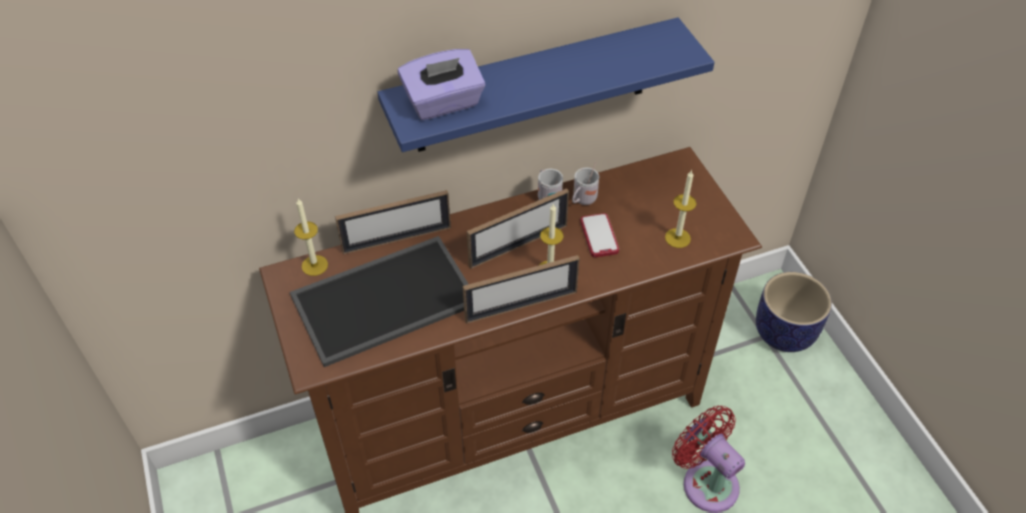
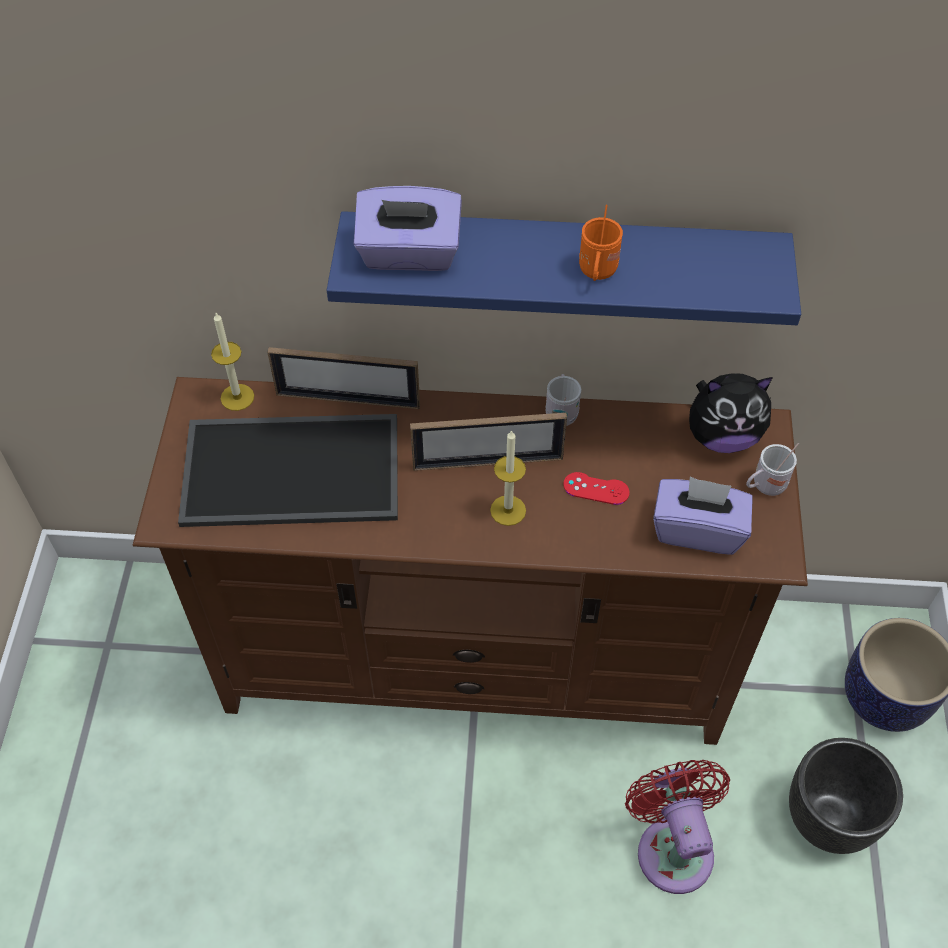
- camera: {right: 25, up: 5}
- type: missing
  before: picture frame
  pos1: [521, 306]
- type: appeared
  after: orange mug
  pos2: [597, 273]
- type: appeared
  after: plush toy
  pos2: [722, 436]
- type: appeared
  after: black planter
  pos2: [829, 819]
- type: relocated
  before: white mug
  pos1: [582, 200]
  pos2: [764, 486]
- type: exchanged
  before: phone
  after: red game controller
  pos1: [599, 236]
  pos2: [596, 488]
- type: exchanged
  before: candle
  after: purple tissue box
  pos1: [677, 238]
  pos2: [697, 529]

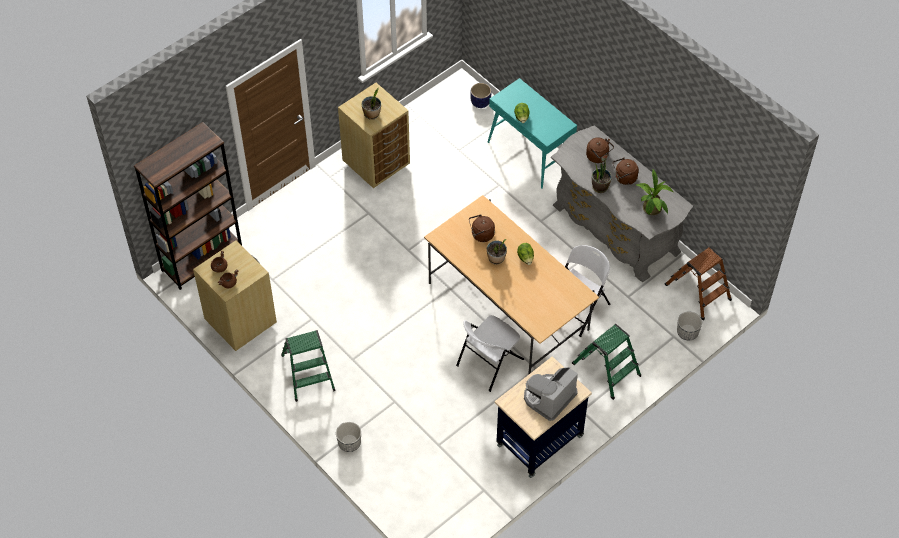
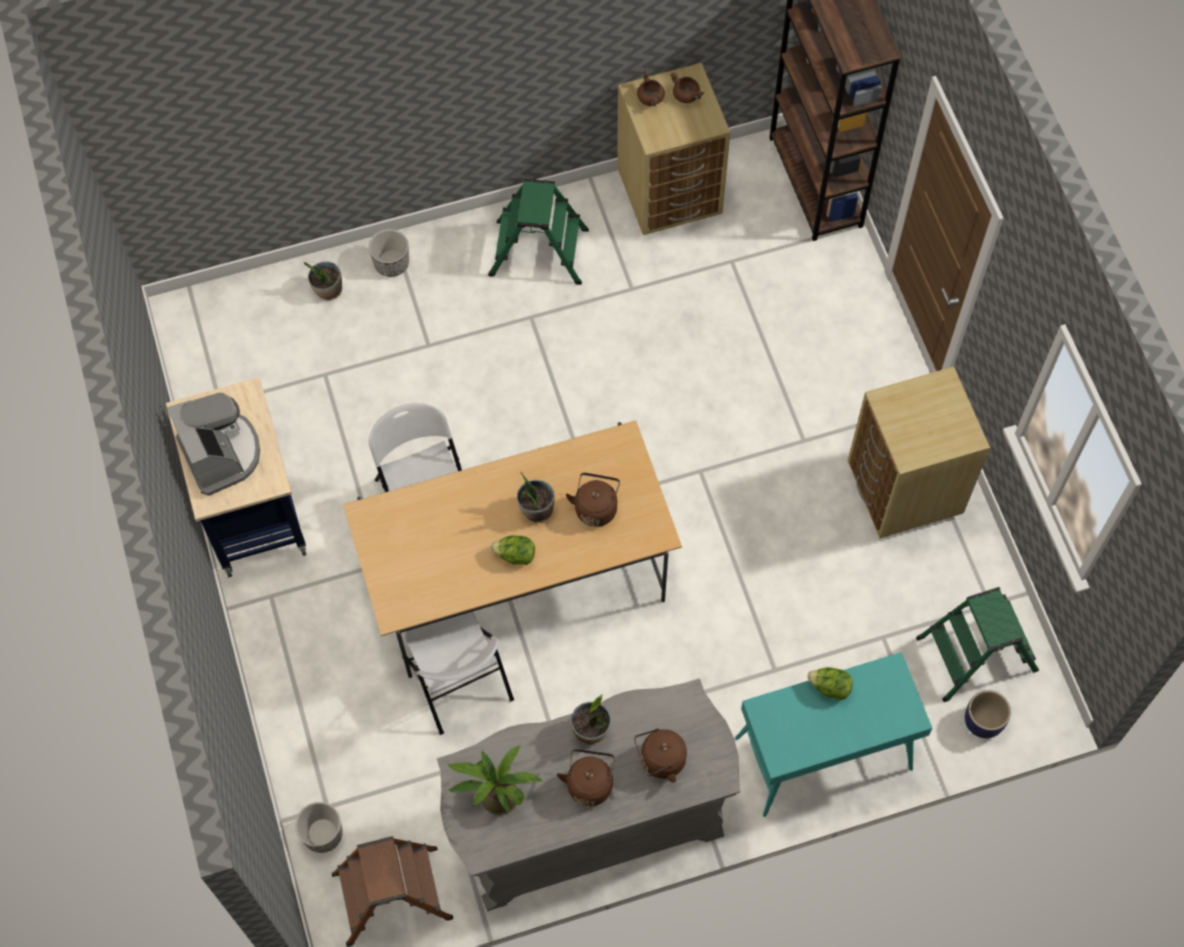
- camera: {right: 115, up: 10}
- type: relocated
  before: potted plant
  pos1: [372, 114]
  pos2: [328, 290]
- type: relocated
  before: green step ladder
  pos1: [606, 369]
  pos2: [977, 654]

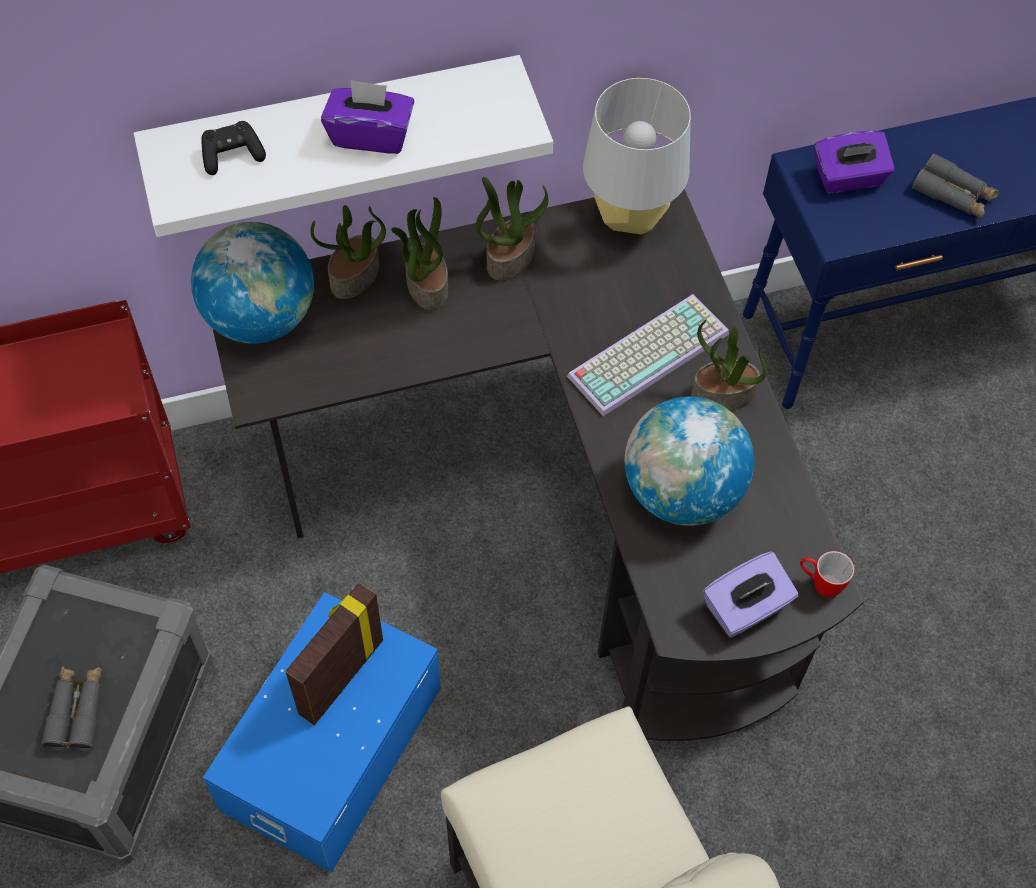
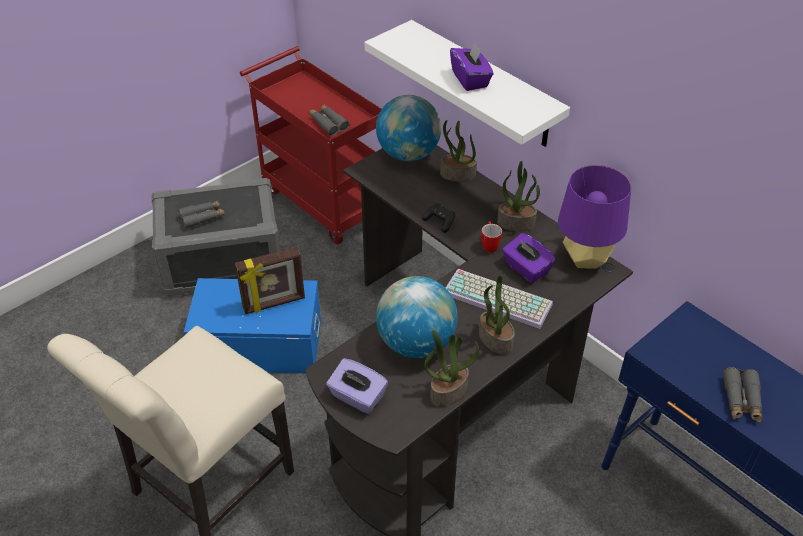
- camera: {right: 65, up: -15}
- type: appeared
  after: grey binoculars
  pos2: [328, 123]
- type: relocated
  before: black game controller
  pos1: [232, 155]
  pos2: [440, 222]
- type: relocated
  before: potted plant
  pos1: [426, 285]
  pos2: [448, 391]
- type: relocated
  before: mug
  pos1: [820, 583]
  pos2: [489, 245]
- type: relocated
  before: purple tissue box
  pos1: [848, 178]
  pos2: [526, 269]
- type: colour
  before: grey table lamp
  after: purple table lamp
  pos1: [630, 216]
  pos2: [585, 259]
- type: spun
  before: picture frame
  pos1: [339, 676]
  pos2: [274, 304]
  turn: 150

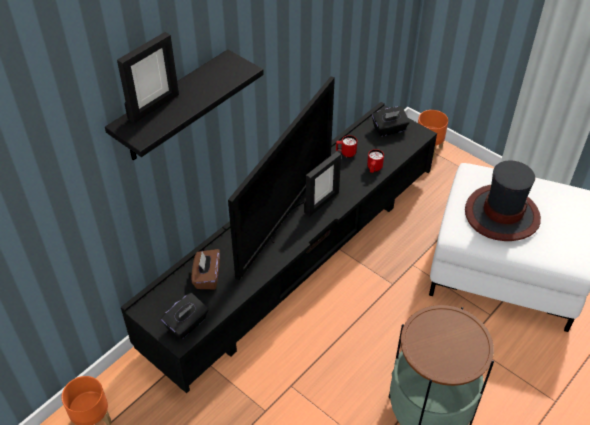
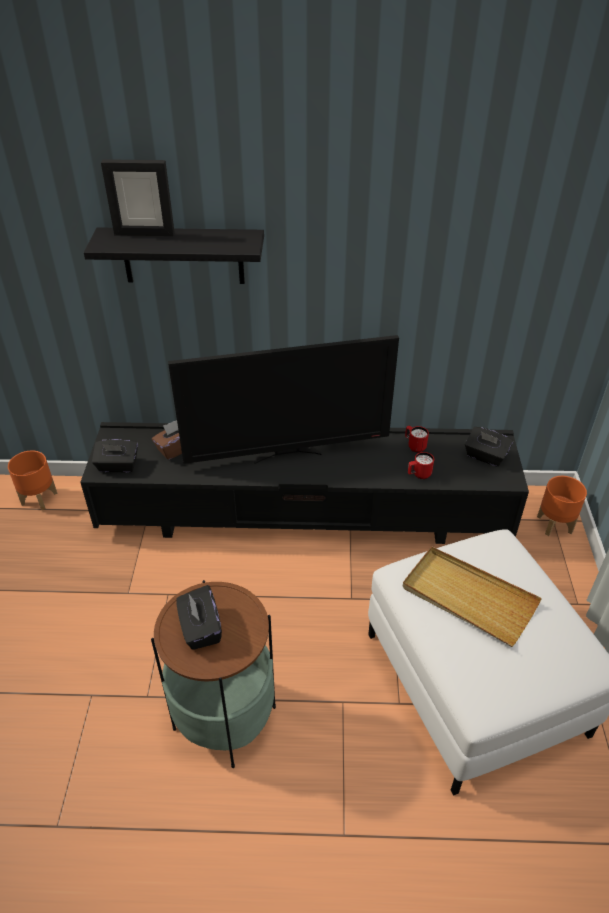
- camera: {right: 50, up: -5}
- type: missing
  before: picture frame
  pos1: [321, 202]
- type: appeared
  after: black tissue box
  pos2: [200, 629]
- type: exchanged
  before: hat
  after: beige tray
  pos1: [501, 215]
  pos2: [468, 598]

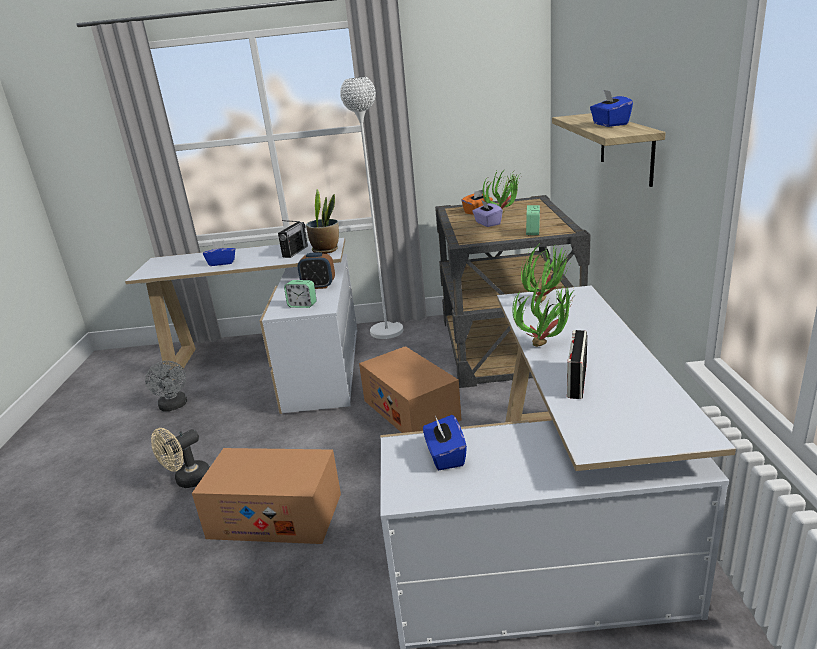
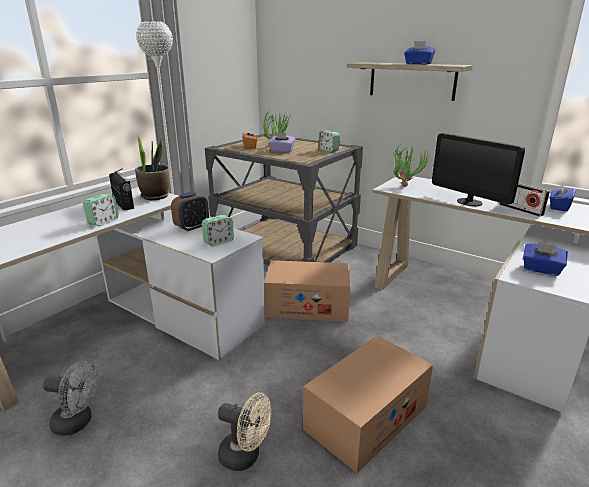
- camera: {right: -55, up: 0}
- type: appeared
  after: alarm clock
  pos2: [103, 222]
- type: relocated
  before: blue tissue box
  pos1: [222, 263]
  pos2: [559, 207]
- type: exchanged
  before: potted plant
  after: monitor
  pos1: [547, 347]
  pos2: [469, 202]
- type: spun
  before: beige fan
  pos1: [188, 481]
  pos2: [245, 456]
  turn: -60

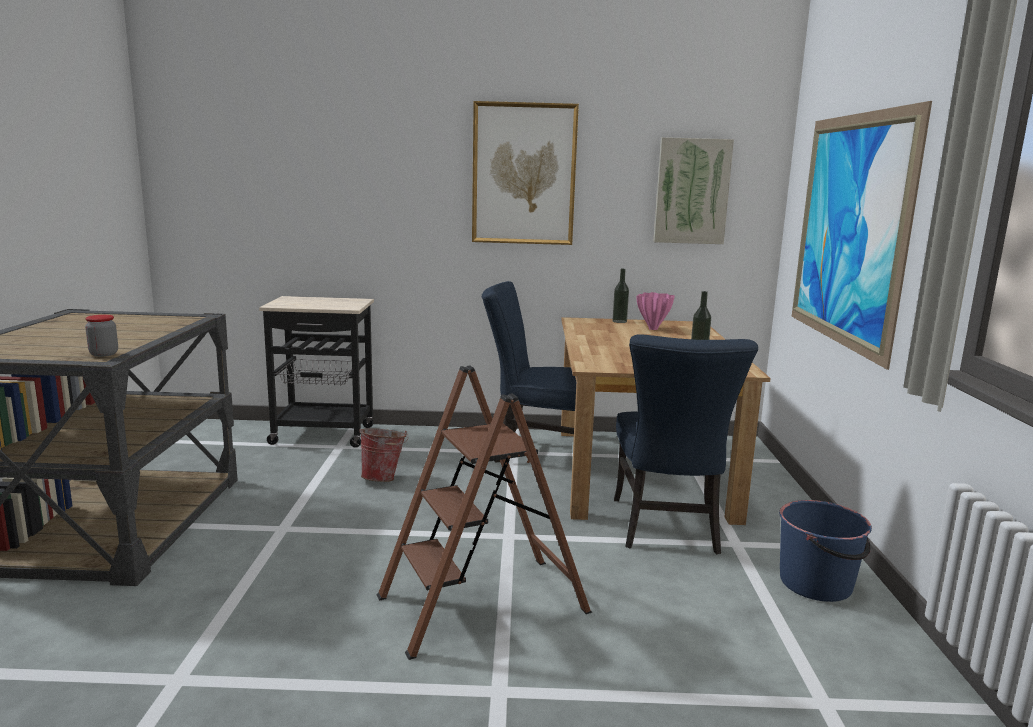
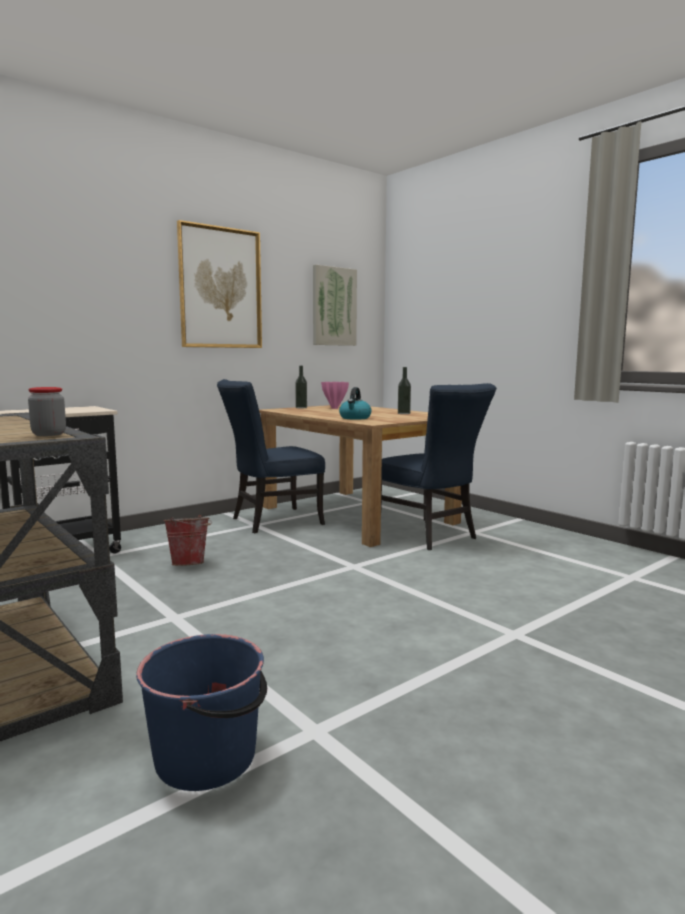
- camera: {right: -40, up: -5}
- type: missing
  before: brown step ladder
  pos1: [485, 603]
- type: missing
  before: picture
  pos1: [848, 230]
- type: appeared
  after: kettle
  pos2: [355, 418]
- type: relocated
  before: blue bucket
  pos1: [817, 584]
  pos2: [207, 757]

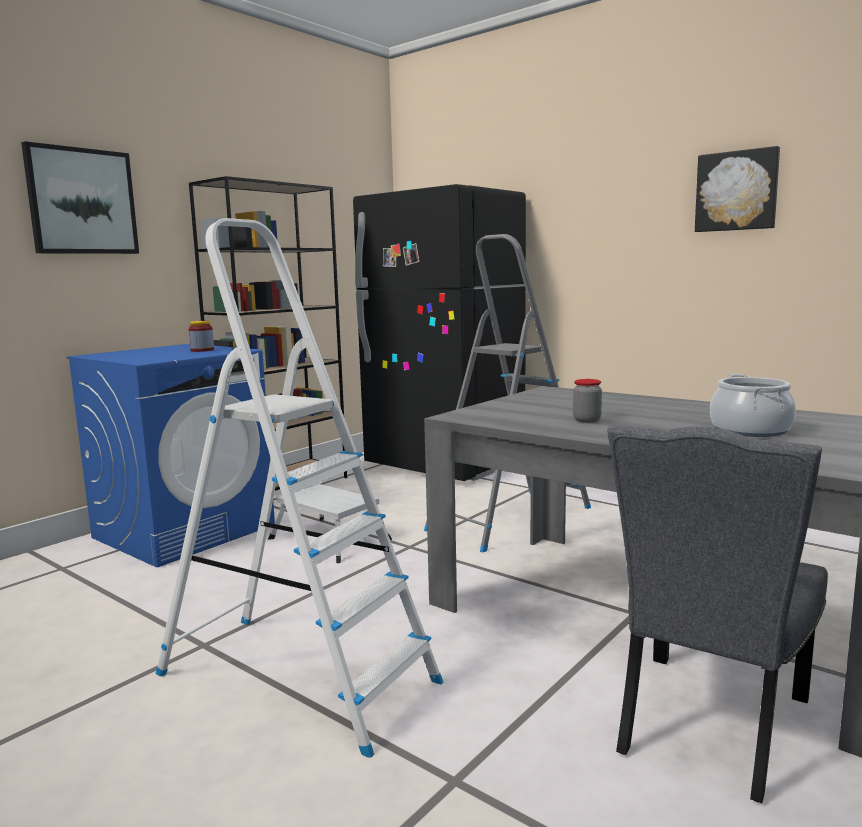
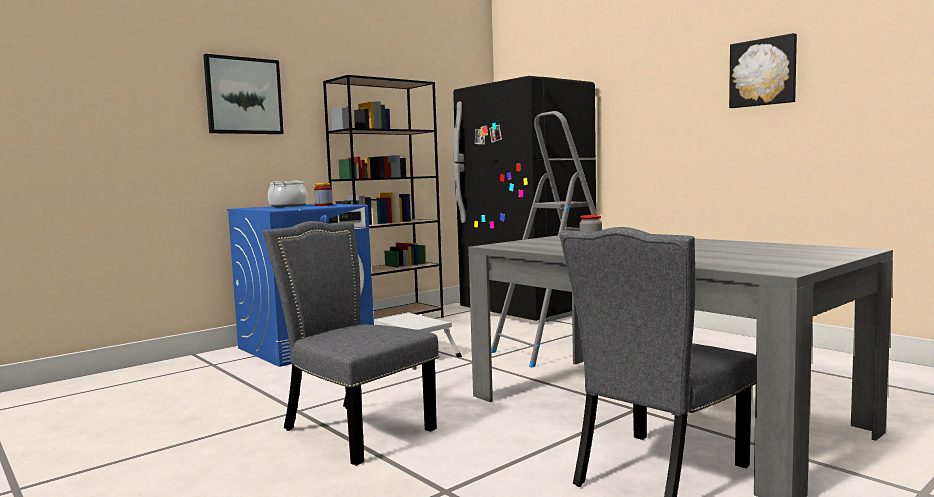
- camera: {right: 10, up: -5}
- type: relocated
  before: cooking pot
  pos1: [750, 430]
  pos2: [288, 206]
- type: exchanged
  before: white step ladder
  after: grey chair
  pos1: [298, 678]
  pos2: [358, 432]

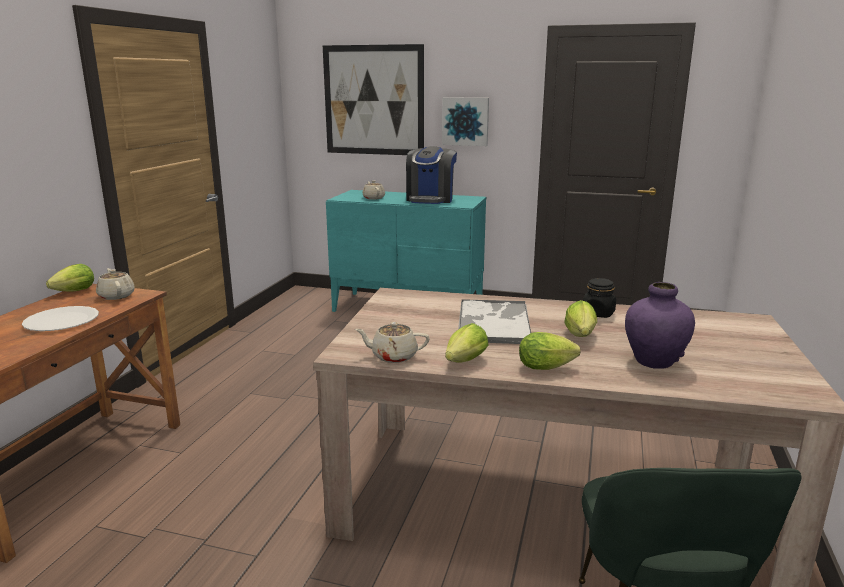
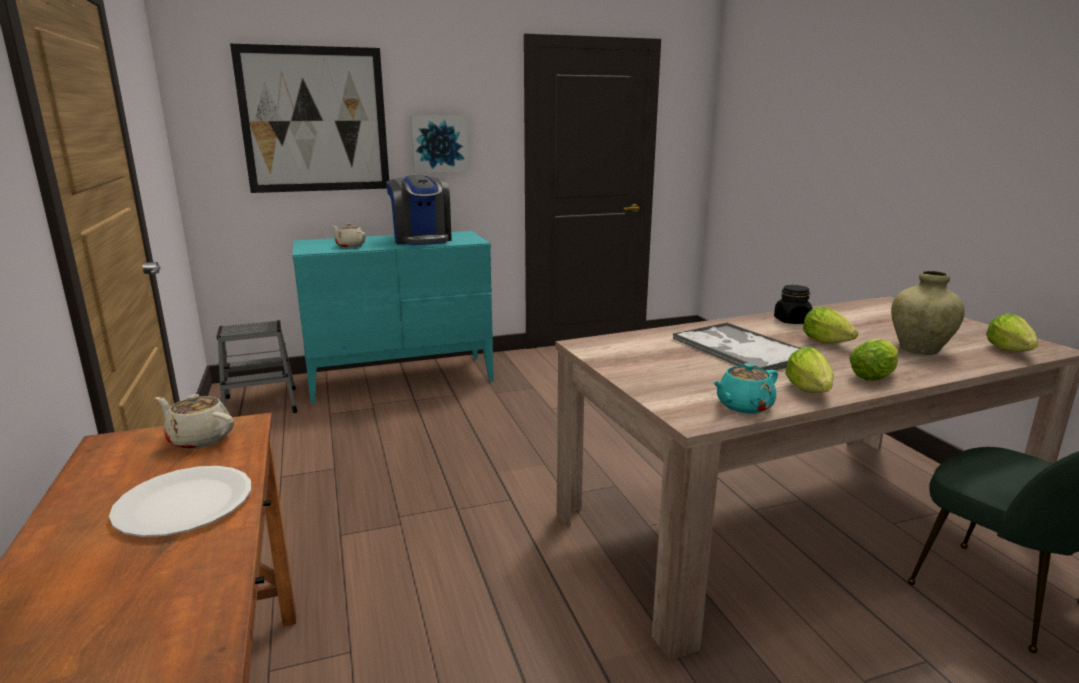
- camera: {right: -35, up: 0}
- type: appeared
  after: grey step ladder
  pos2: [261, 404]
- type: relocated
  before: lettuce
  pos1: [72, 292]
  pos2: [1011, 352]
- type: colour
  before: beige teapot
  after: turquoise teapot
  pos1: [393, 356]
  pos2: [743, 406]
- type: colour
  before: purple vase
  after: beige vase
  pos1: [654, 361]
  pos2: [919, 349]

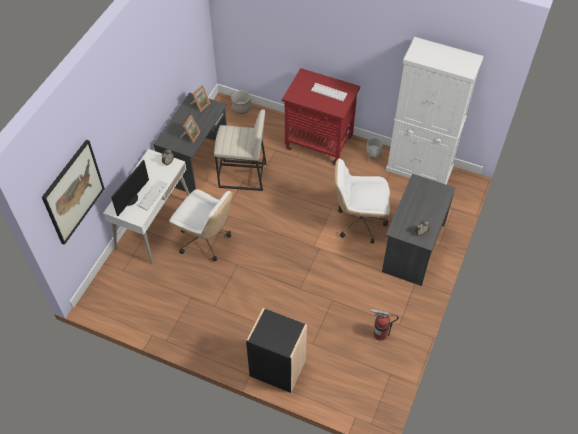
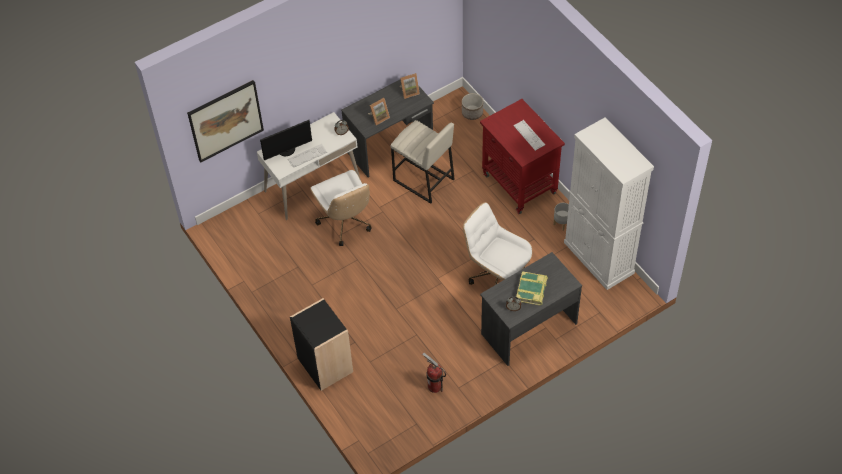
- camera: {right: 35, up: 0}
- type: appeared
  after: book
  pos2: [532, 290]

